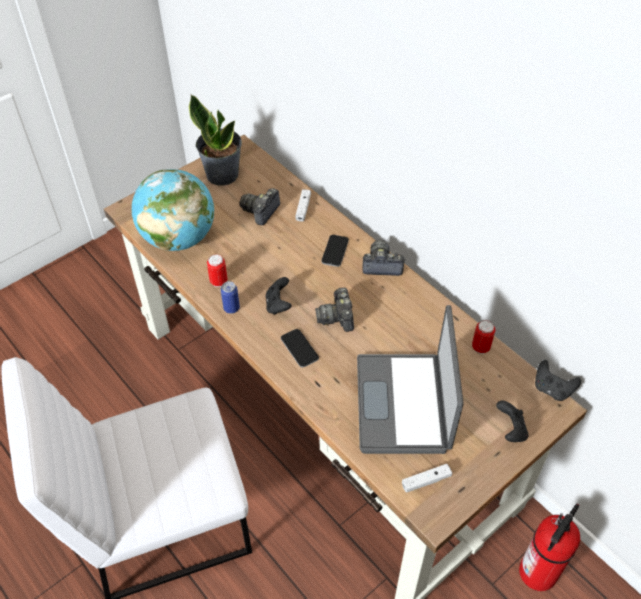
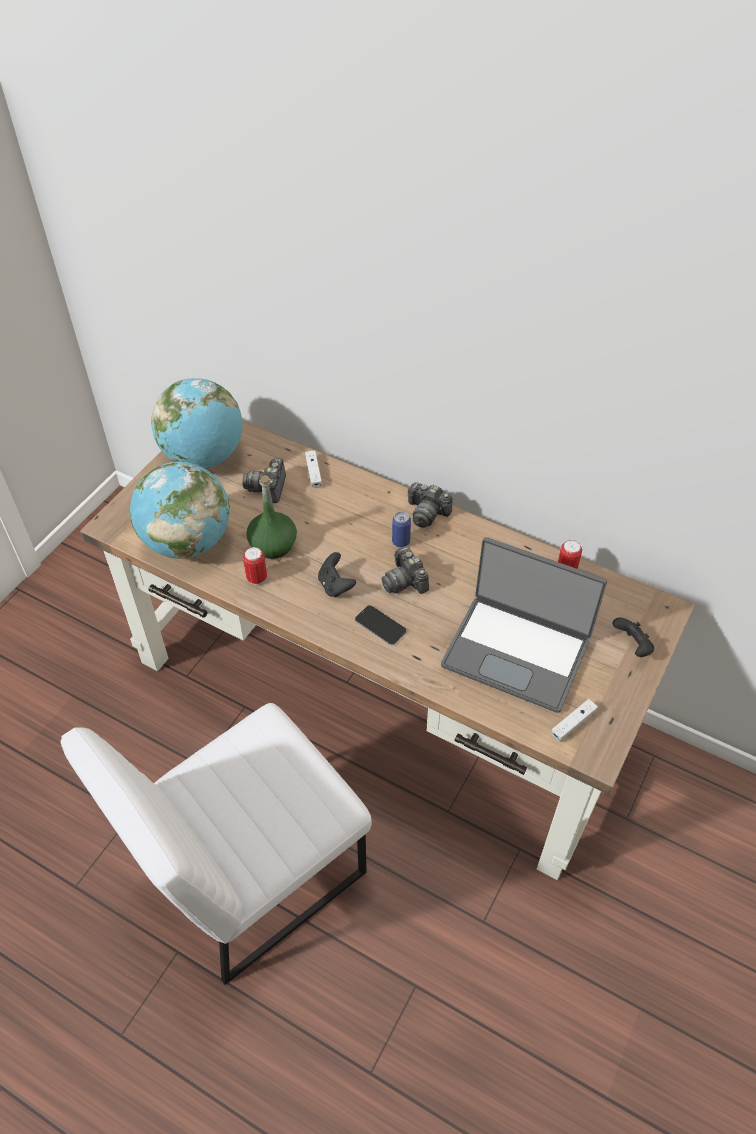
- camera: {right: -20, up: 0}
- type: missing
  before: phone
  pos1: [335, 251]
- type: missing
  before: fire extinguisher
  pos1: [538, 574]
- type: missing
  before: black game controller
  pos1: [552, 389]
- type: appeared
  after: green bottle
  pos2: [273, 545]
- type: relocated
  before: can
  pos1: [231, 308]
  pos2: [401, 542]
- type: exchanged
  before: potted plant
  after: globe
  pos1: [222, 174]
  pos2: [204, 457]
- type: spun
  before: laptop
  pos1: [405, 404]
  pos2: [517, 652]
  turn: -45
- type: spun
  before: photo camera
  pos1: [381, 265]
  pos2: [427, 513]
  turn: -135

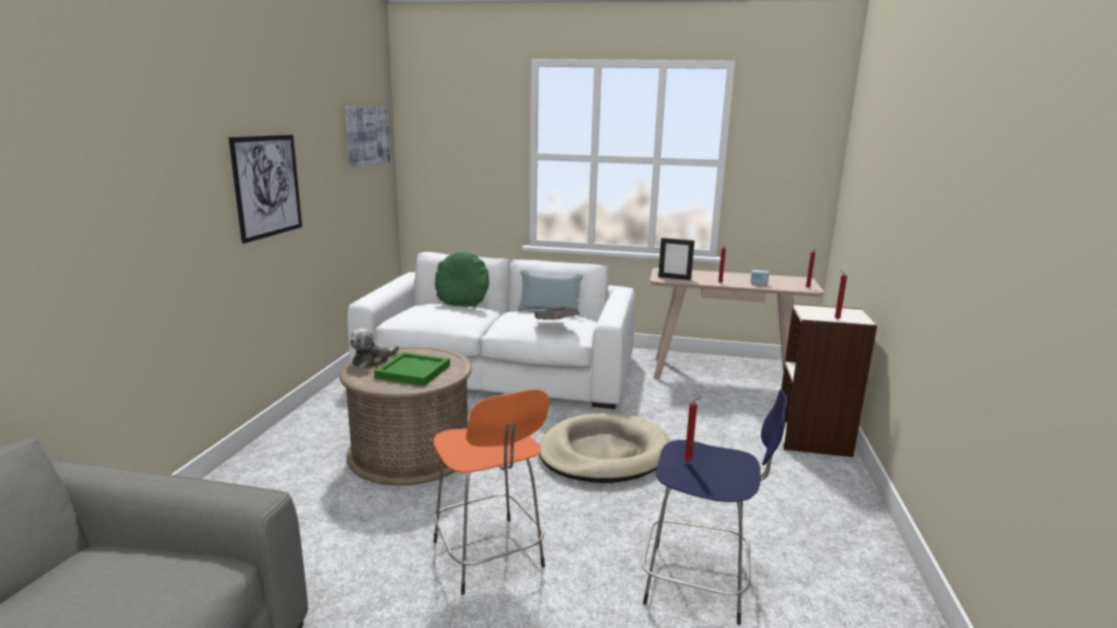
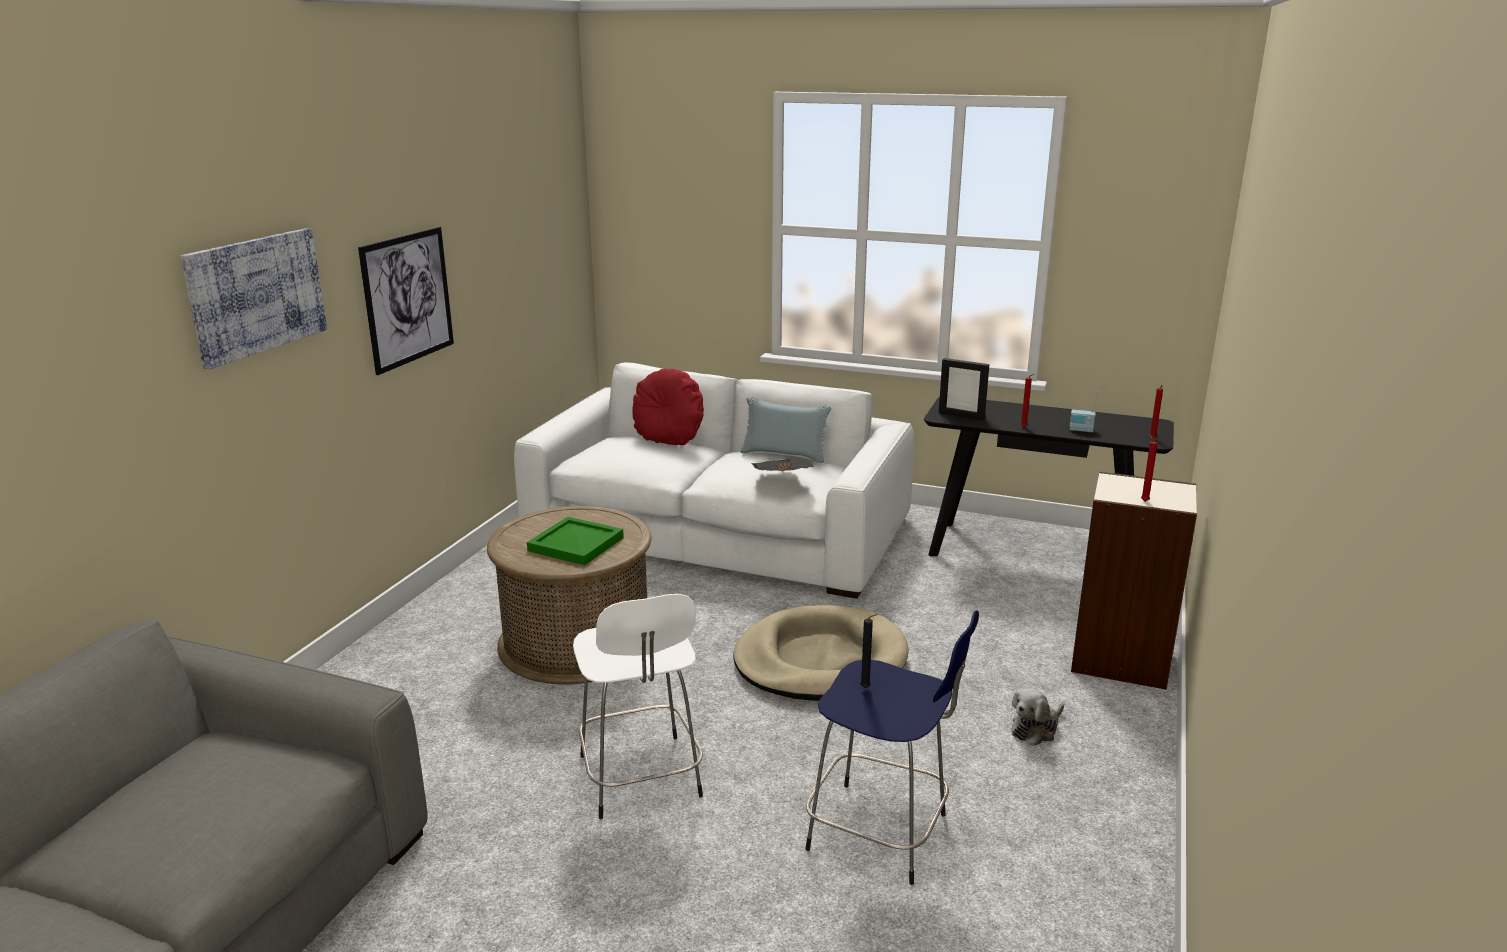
- camera: {right: 10, up: 5}
- type: relocated
  before: picture
  pos1: [367, 136]
  pos2: [256, 295]
- type: relocated
  before: plush toy
  pos1: [373, 360]
  pos2: [1036, 728]
- type: colour
  before: orange stool
  after: white stool
  pos1: [489, 557]
  pos2: [641, 779]
- type: colour
  before: green pillow
  after: red pillow
  pos1: [462, 304]
  pos2: [669, 440]
- type: colour
  before: beige console table
  after: black console table
  pos1: [723, 374]
  pos2: [1033, 553]
- type: colour
  before: red candle
  after: black candle
  pos1: [689, 461]
  pos2: [866, 688]

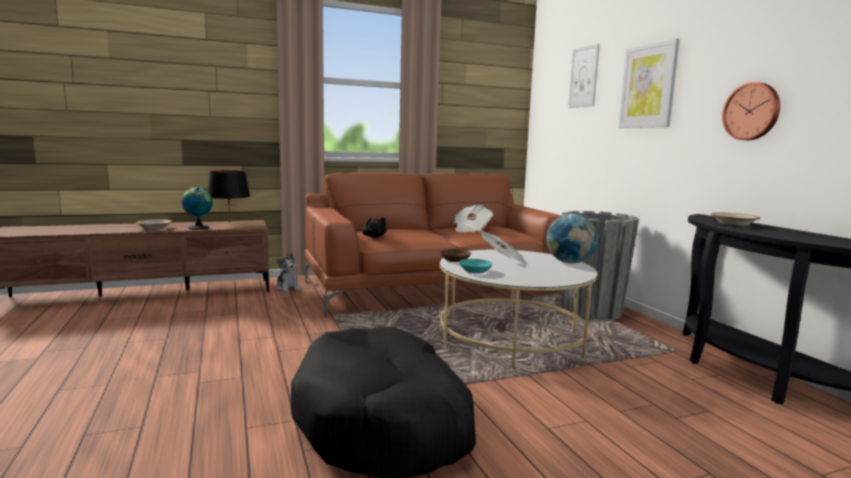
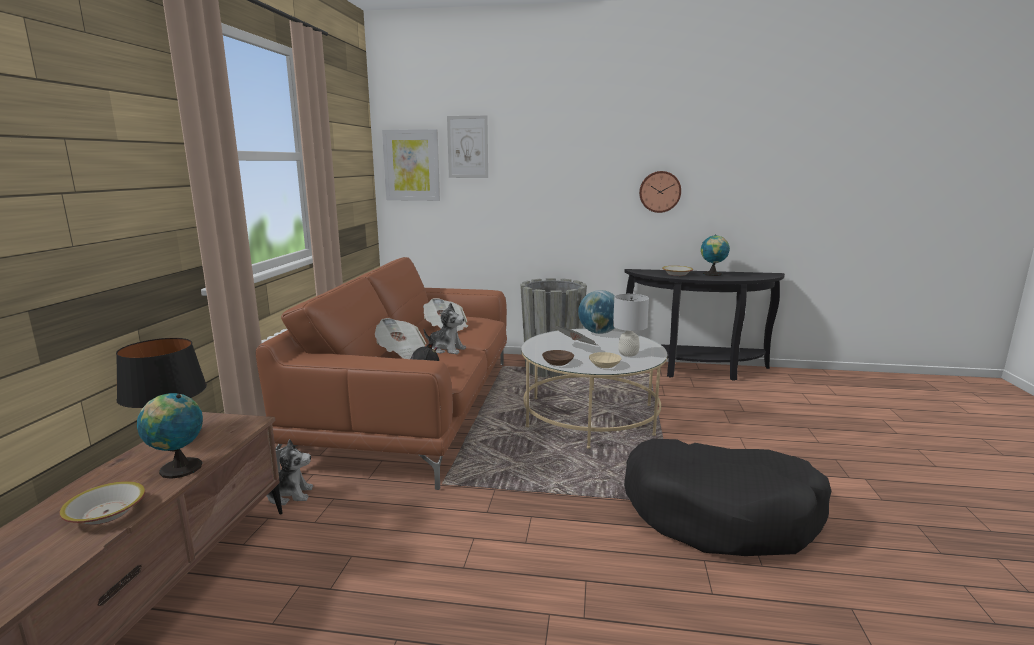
- camera: {right: -60, up: 5}
- type: appeared
  after: newspaper
  pos2: [401, 352]
- type: appeared
  after: plush toy
  pos2: [446, 349]
- type: appeared
  after: grey table lamp
  pos2: [628, 355]
- type: appeared
  after: globe
  pos2: [712, 274]
- type: relocated
  before: picture
  pos1: [648, 86]
  pos2: [411, 165]
- type: colour
  before: turquoise bowl
  after: beige bowl
  pos1: [476, 271]
  pos2: [605, 365]

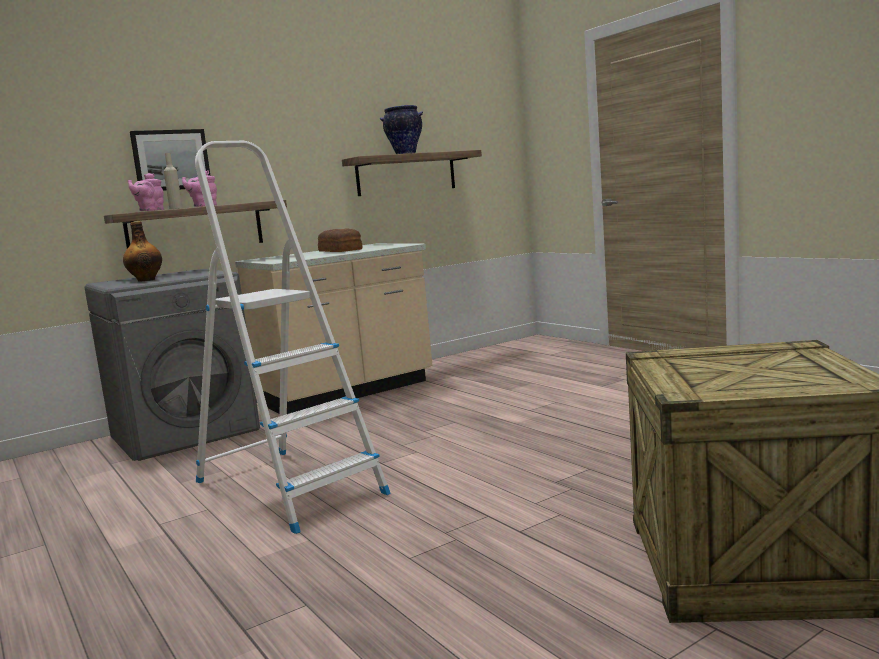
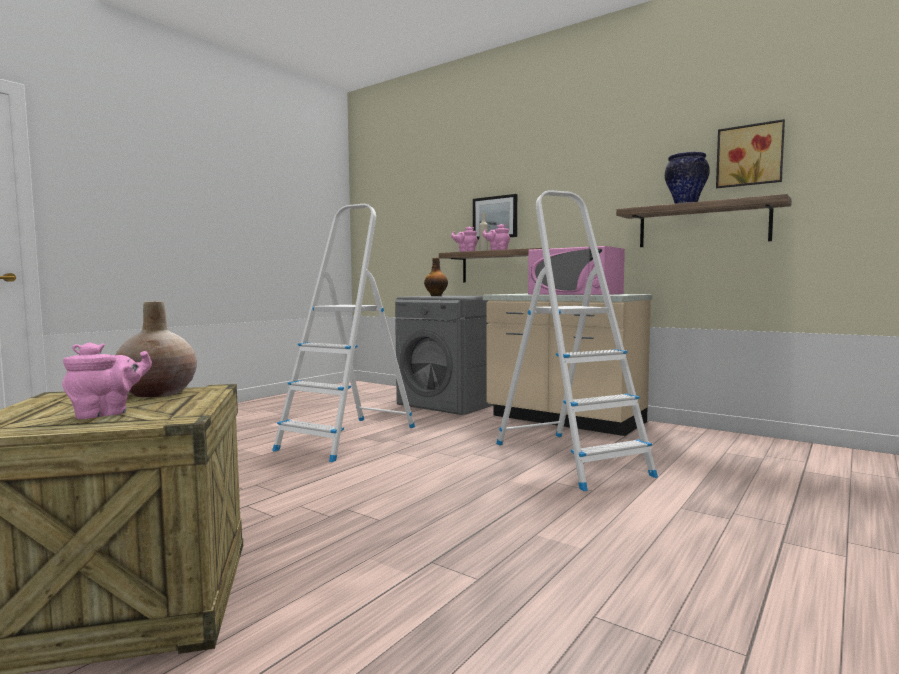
- camera: {right: 70, up: -5}
- type: appeared
  after: pink teapot
  pos2: [107, 414]
- type: appeared
  after: beige vase
  pos2: [158, 393]
- type: appeared
  after: white step ladder
  pos2: [570, 459]
- type: appeared
  after: picture
  pos2: [749, 155]
- type: exchanged
  before: bread
  after: pink microwave
  pos1: [340, 250]
  pos2: [575, 294]

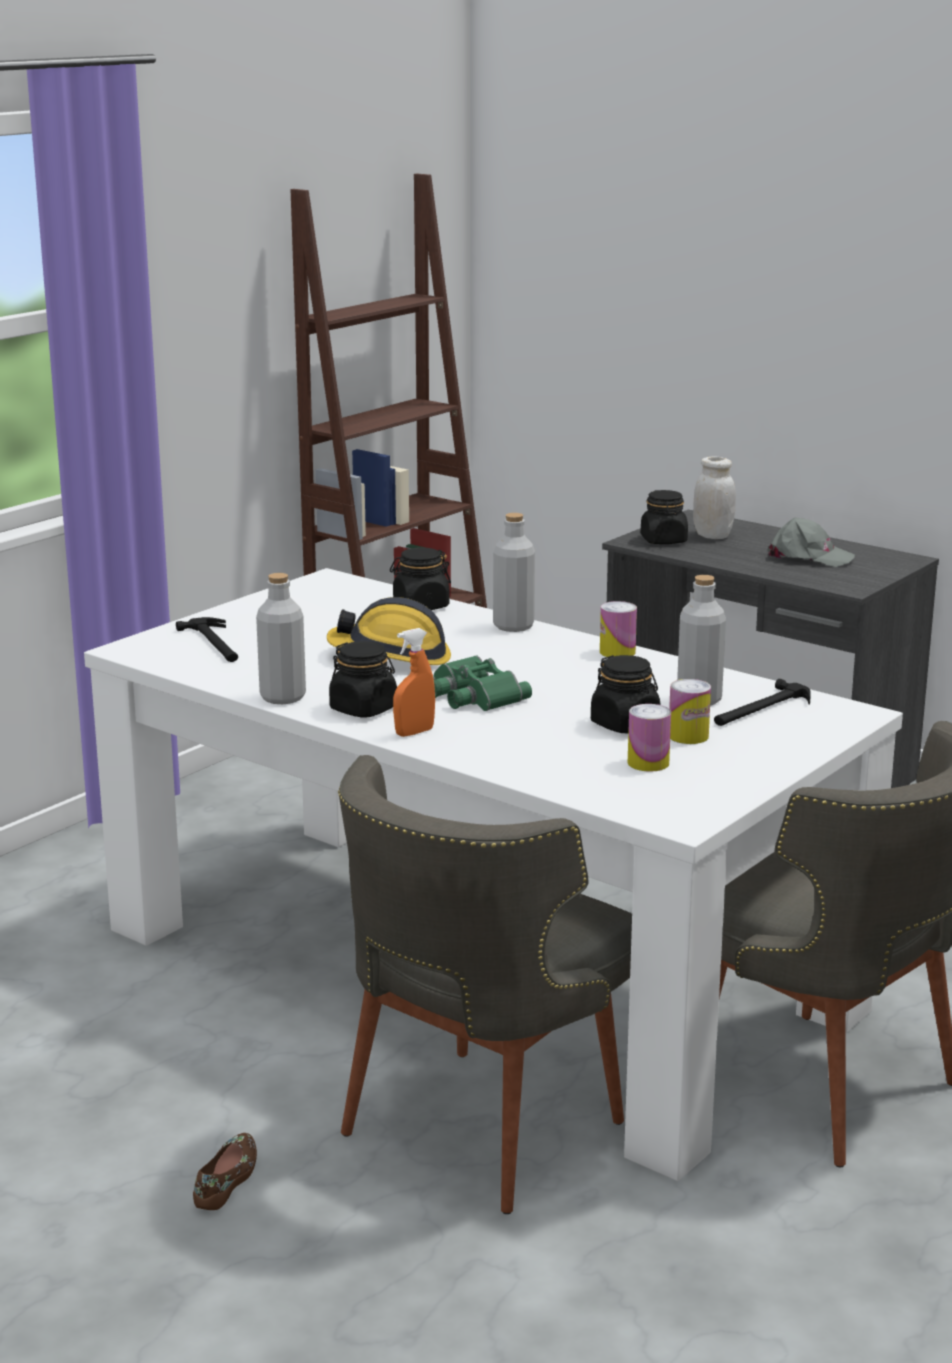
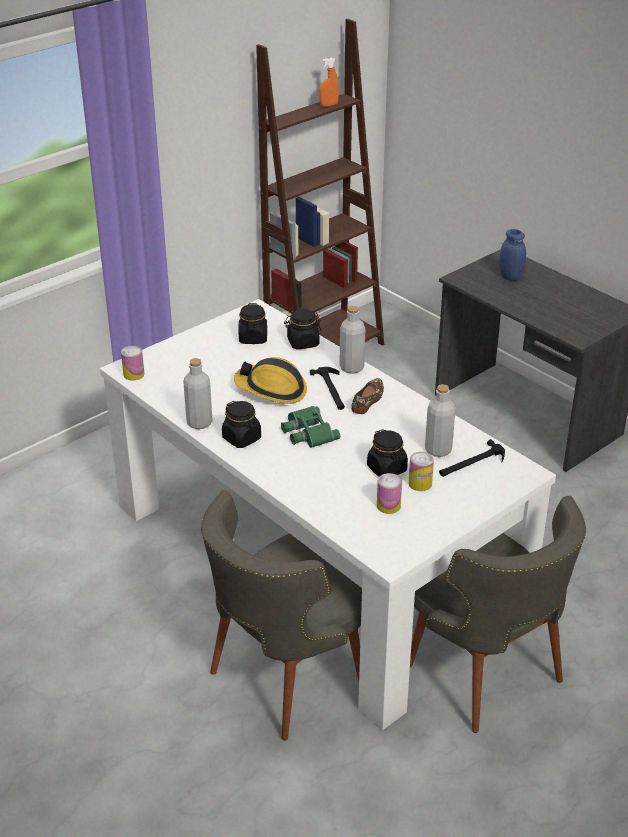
- camera: {right: 10, up: 15}
- type: missing
  before: grey cap
  pos1: [808, 557]
- type: relocated
  before: hammer
  pos1: [215, 643]
  pos2: [332, 390]
- type: relocated
  before: brown shoe
  pos1: [227, 1180]
  pos2: [368, 400]
- type: relocated
  before: orange spray bottle
  pos1: [414, 732]
  pos2: [329, 105]
- type: relocated
  before: can
  pos1: [617, 652]
  pos2: [133, 374]
- type: relocated
  before: black jar
  pos1: [664, 540]
  pos2: [253, 338]
- type: colour
  before: white jar
  after: blue jar
  pos1: [712, 536]
  pos2: [510, 277]

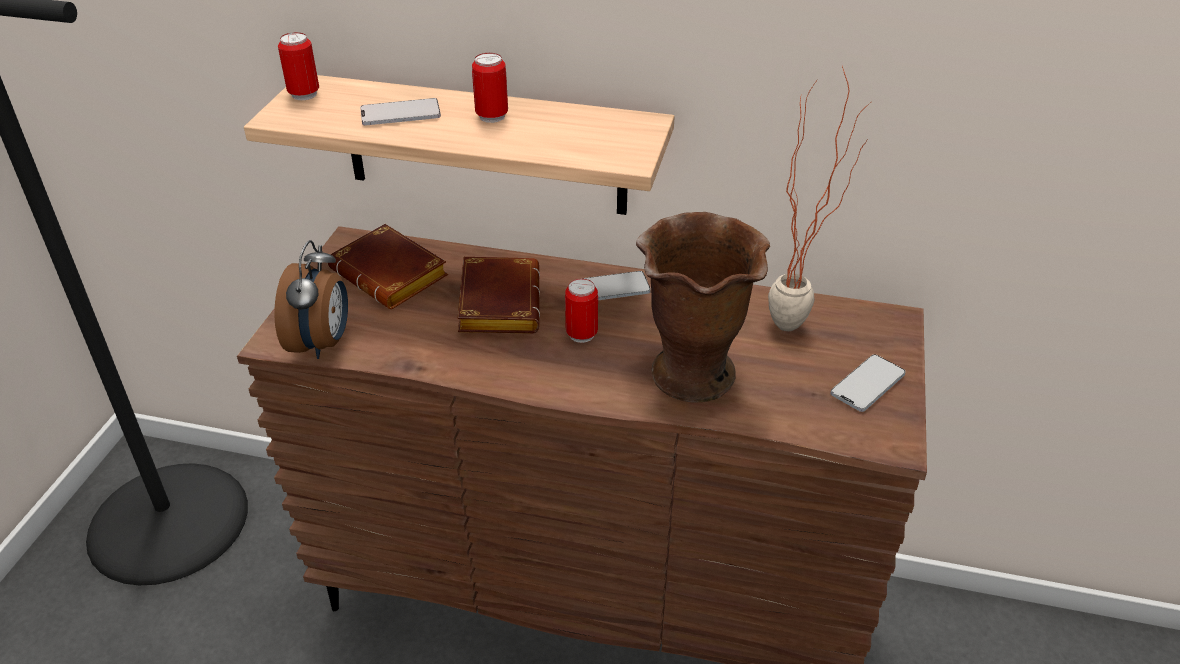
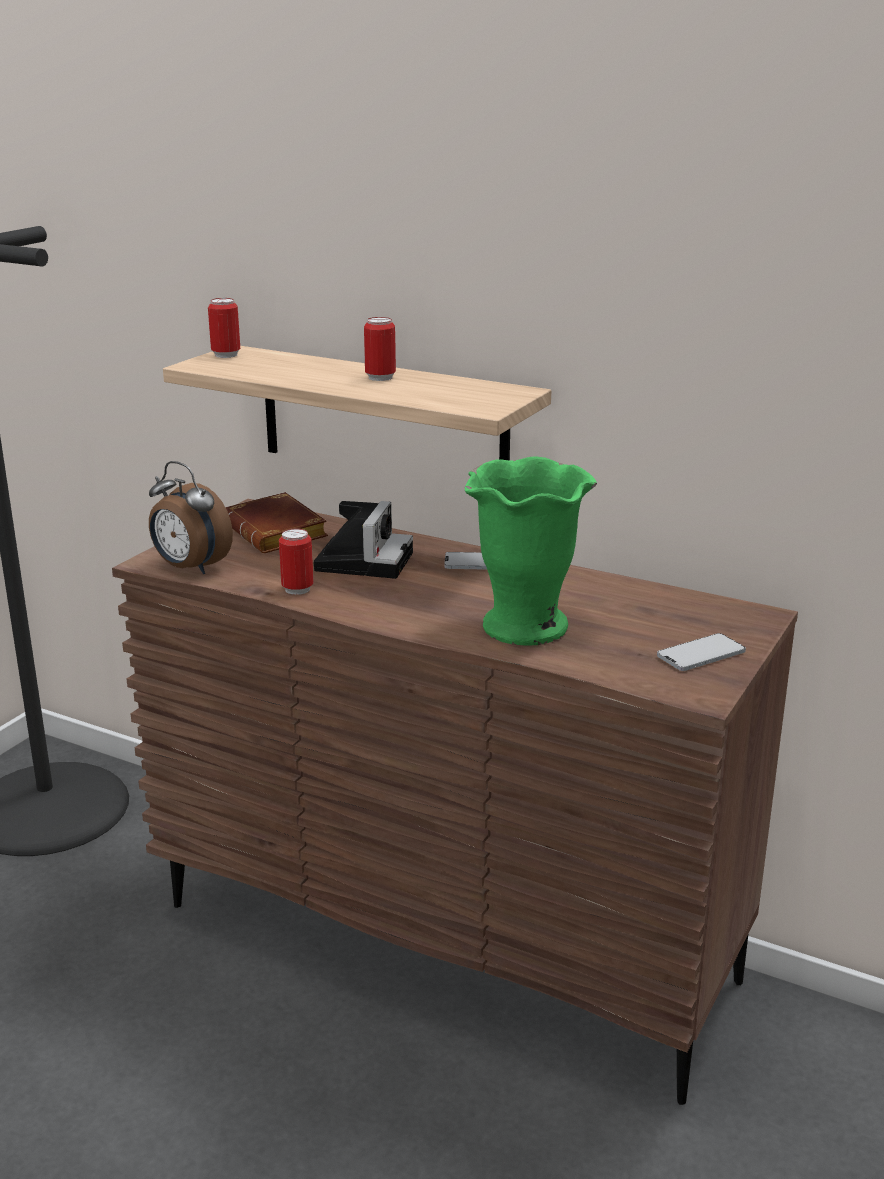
- camera: {right: 15, up: -15}
- type: missing
  before: phone
  pos1: [400, 114]
- type: missing
  before: potted plant
  pos1: [801, 326]
- type: relocated
  before: can
  pos1: [581, 334]
  pos2: [297, 589]
- type: exchanged
  before: brown book
  after: photo camera
  pos1: [496, 302]
  pos2: [363, 560]
- type: colour
  before: brown vase
  after: green vase
  pos1: [692, 374]
  pos2: [524, 627]
- type: spun
  before: alarm clock
  pos1: [322, 343]
  pos2: [190, 568]
  turn: 105

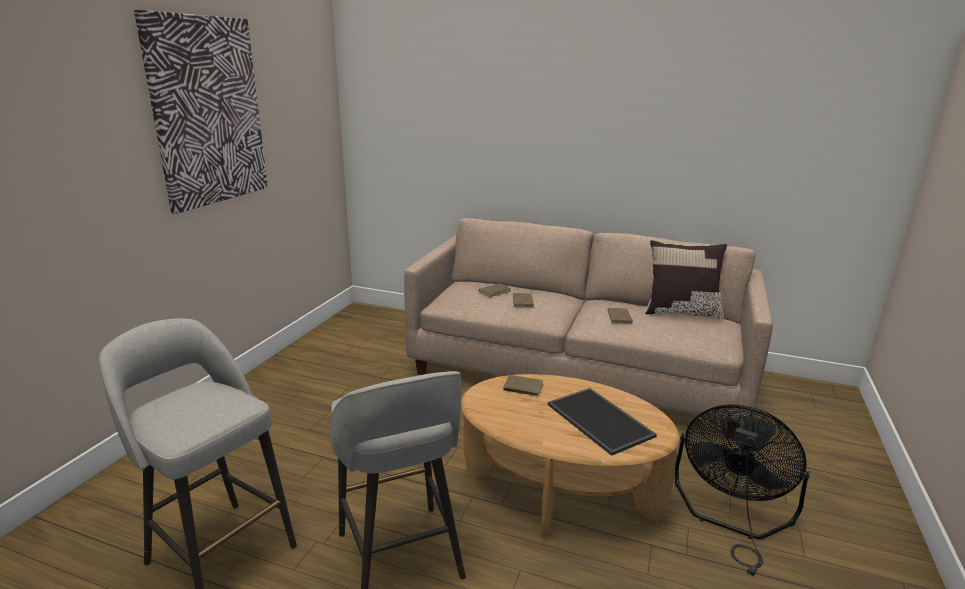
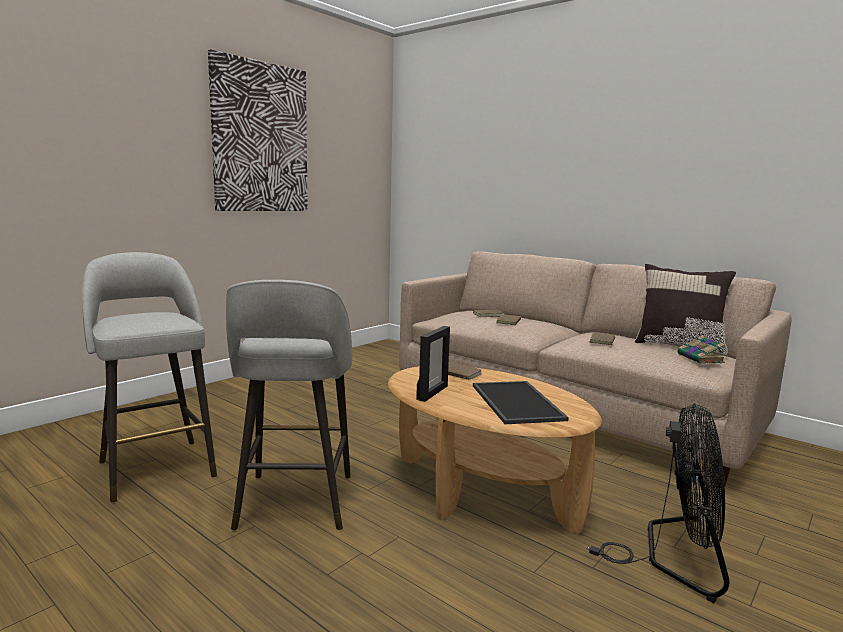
- camera: {right: 20, up: -10}
- type: appeared
  after: picture frame
  pos2: [432, 393]
- type: appeared
  after: book
  pos2: [701, 358]
- type: spun
  before: black fan
  pos1: [732, 519]
  pos2: [672, 552]
  turn: 60

